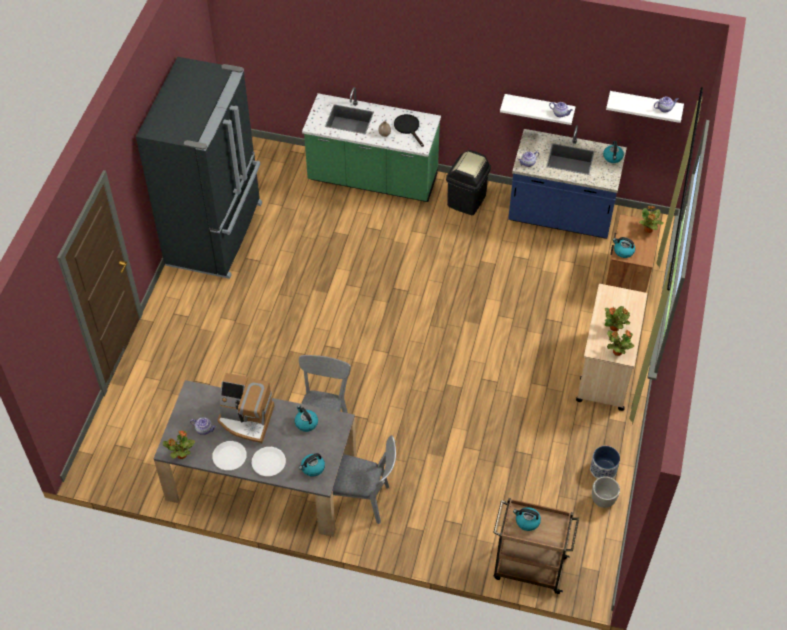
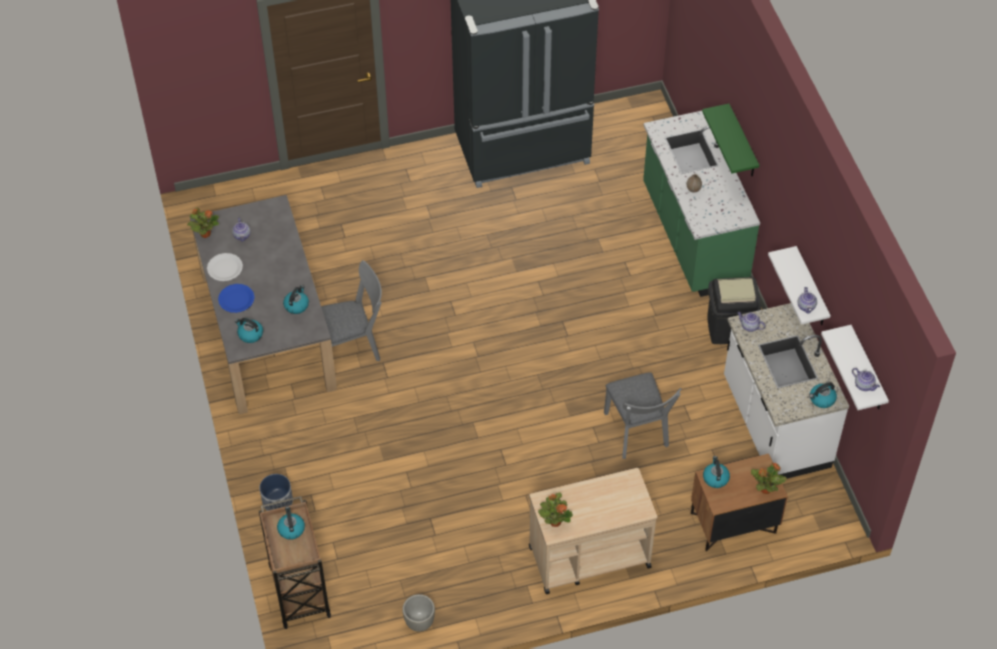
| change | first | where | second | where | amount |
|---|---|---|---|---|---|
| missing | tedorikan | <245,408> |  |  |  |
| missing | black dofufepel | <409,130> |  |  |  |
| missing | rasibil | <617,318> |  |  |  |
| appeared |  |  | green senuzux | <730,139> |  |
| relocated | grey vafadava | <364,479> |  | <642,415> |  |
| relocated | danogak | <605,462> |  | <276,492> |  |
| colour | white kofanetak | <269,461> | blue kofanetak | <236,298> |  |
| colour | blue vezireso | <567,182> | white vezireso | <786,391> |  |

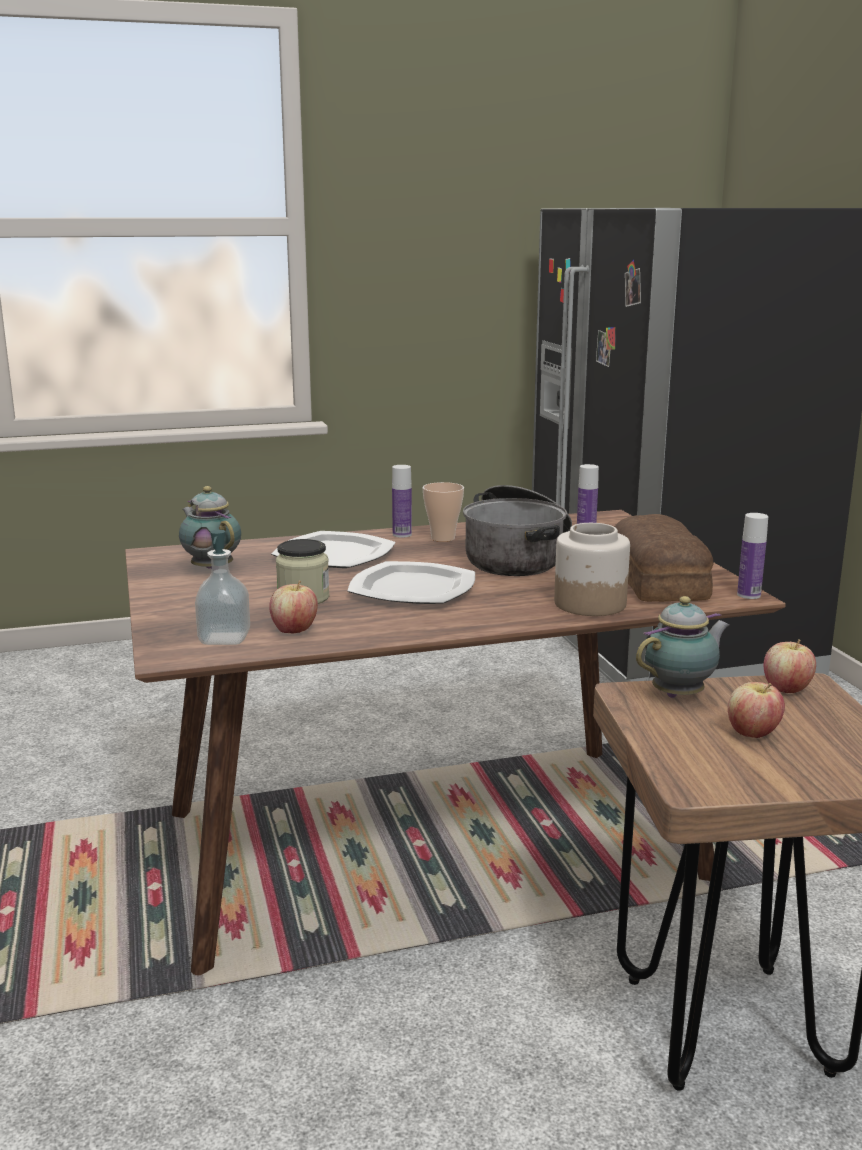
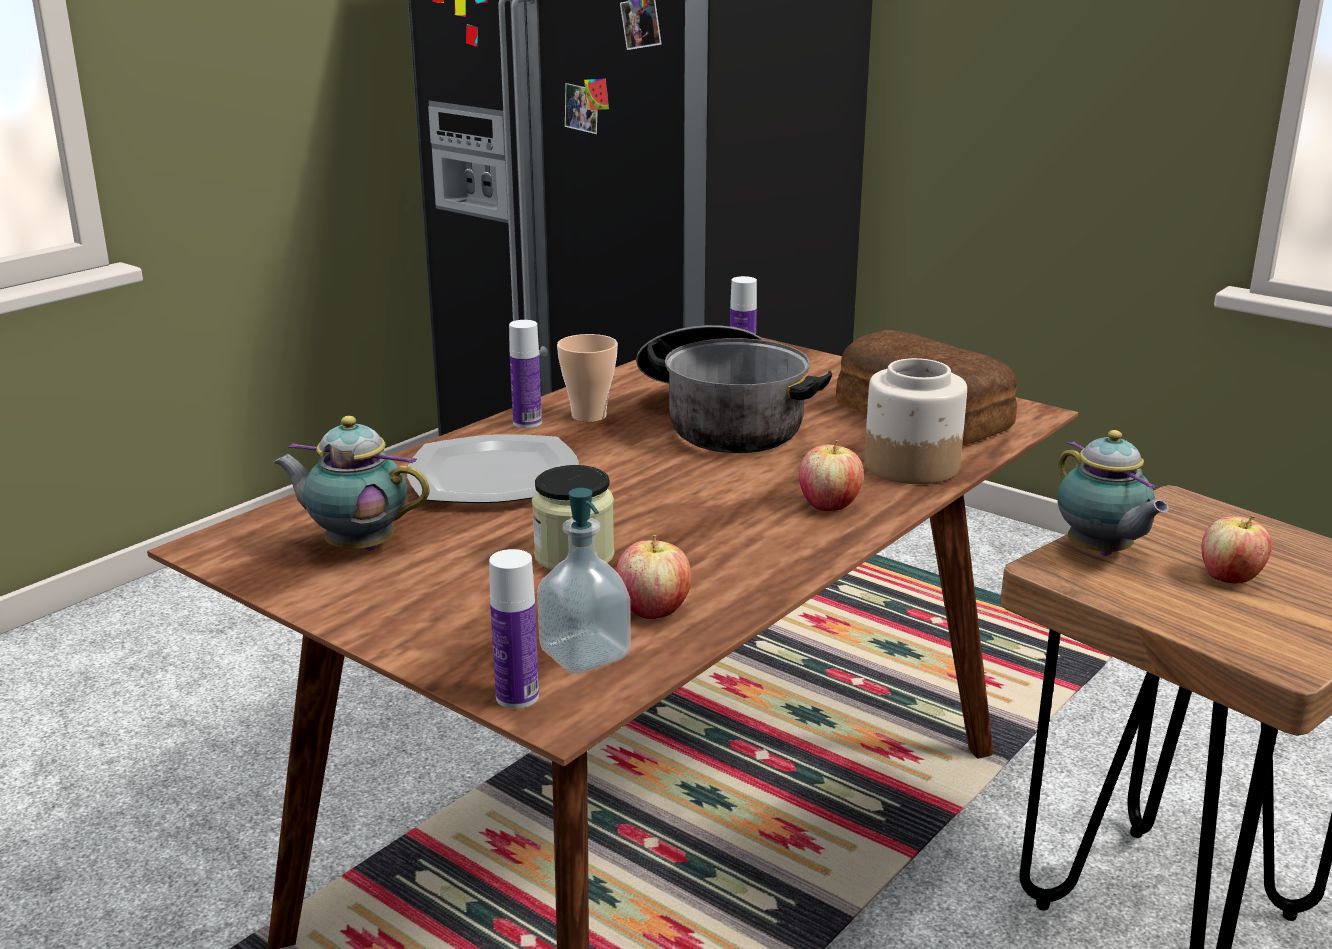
| change | first | where | second | where | amount |
|---|---|---|---|---|---|
| missing | kofanetak | <411,582> |  |  |  |
| relocated | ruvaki | <752,556> |  | <514,629> |  |
| relocated | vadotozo | <790,666> |  | <831,475> |  |
| spun | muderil | <682,647> |  | <1113,493> | 135 degrees clockwise |

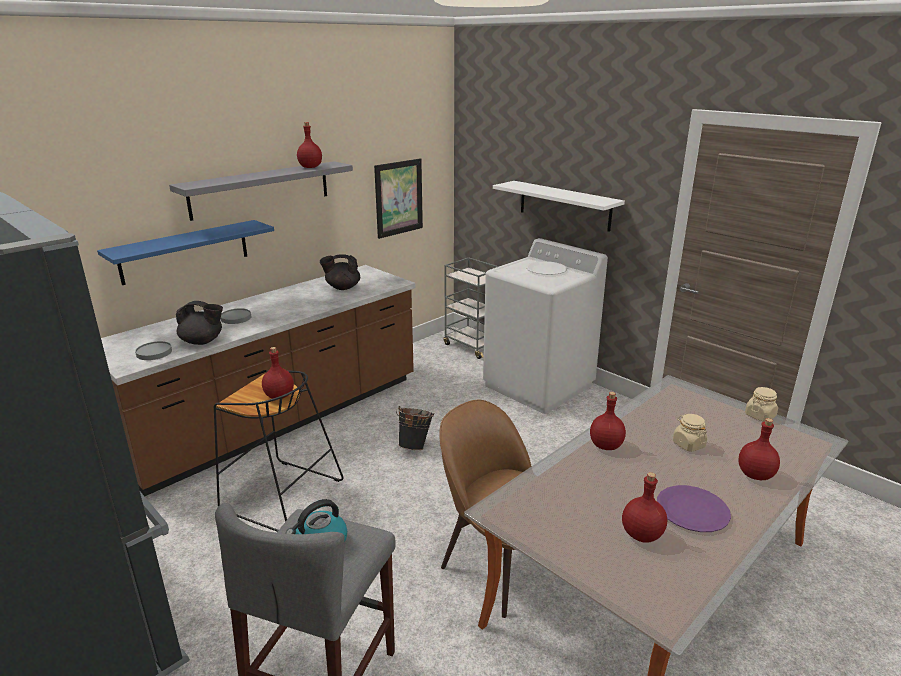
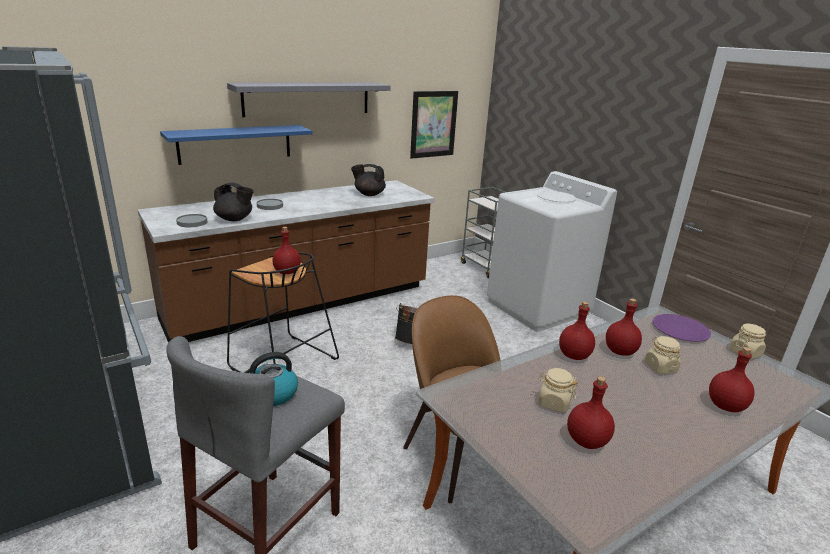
| change | first | where | second | where | amount |
|---|---|---|---|---|---|
| missing | white senuzux | <559,206> |  |  |  |
| appeared |  |  | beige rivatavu | <557,390> |  |
| relocated | red ruvaki | <309,145> |  | <624,327> |  |
| relocated | purple kofanetak | <694,508> |  | <682,328> |  |

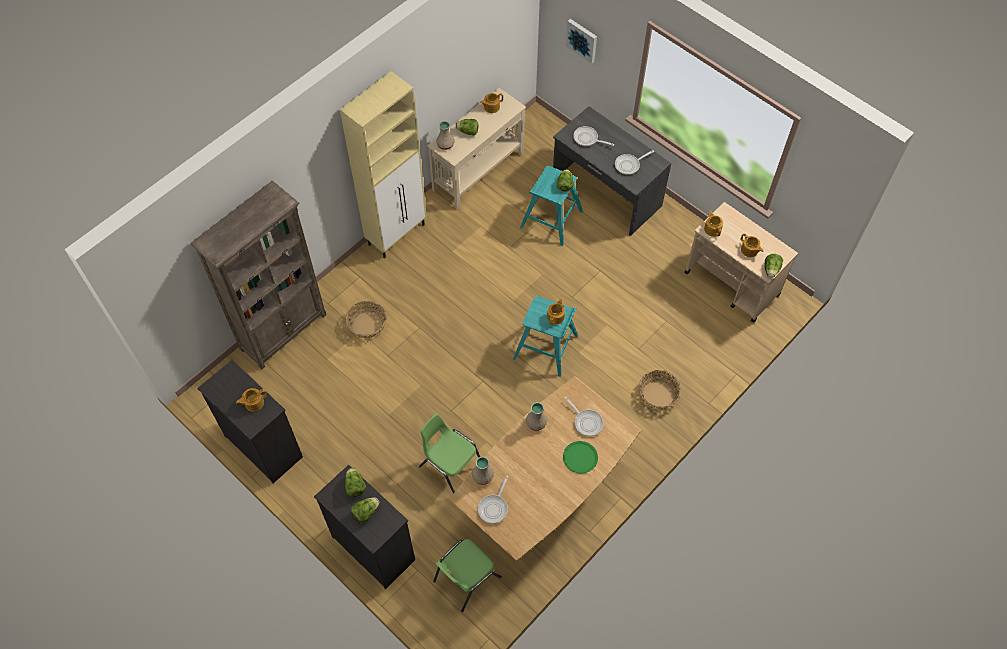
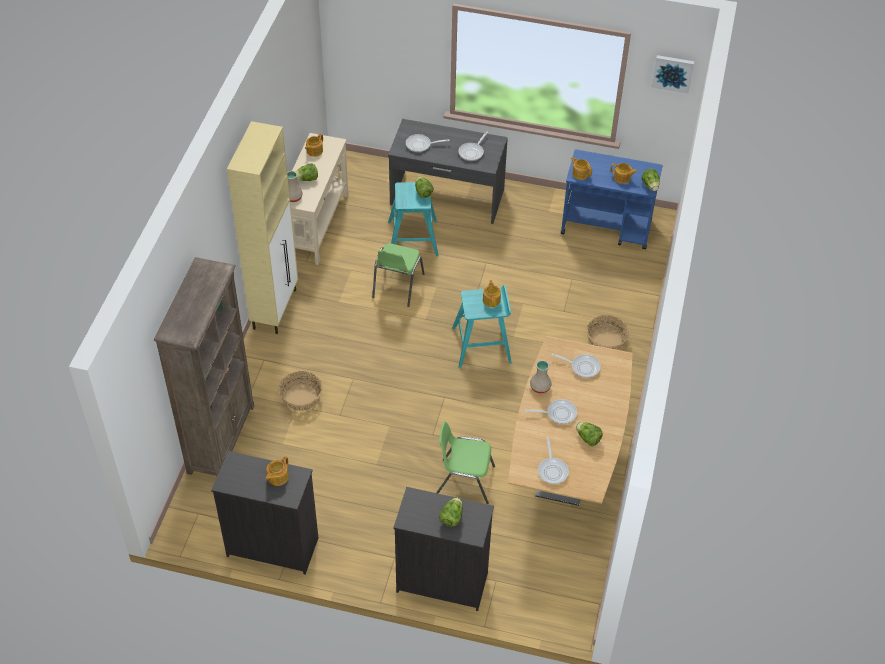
| change | first | where | second | where | amount |
|---|---|---|---|---|---|
| missing | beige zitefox | <483,471> |  |  |  |
| missing | green kofanetak | <580,457> |  |  |  |
| appeared |  |  | dofufepel | <551,411> |  |
| relocated | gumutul | <355,482> |  | <589,434> |  |
| relocated | green vafadava | <467,575> |  | <398,275> |  |
| relocated | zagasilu | <581,41> |  | <673,74> |  |
| colour | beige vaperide | <741,262> | blue vaperide | <612,199> |  |

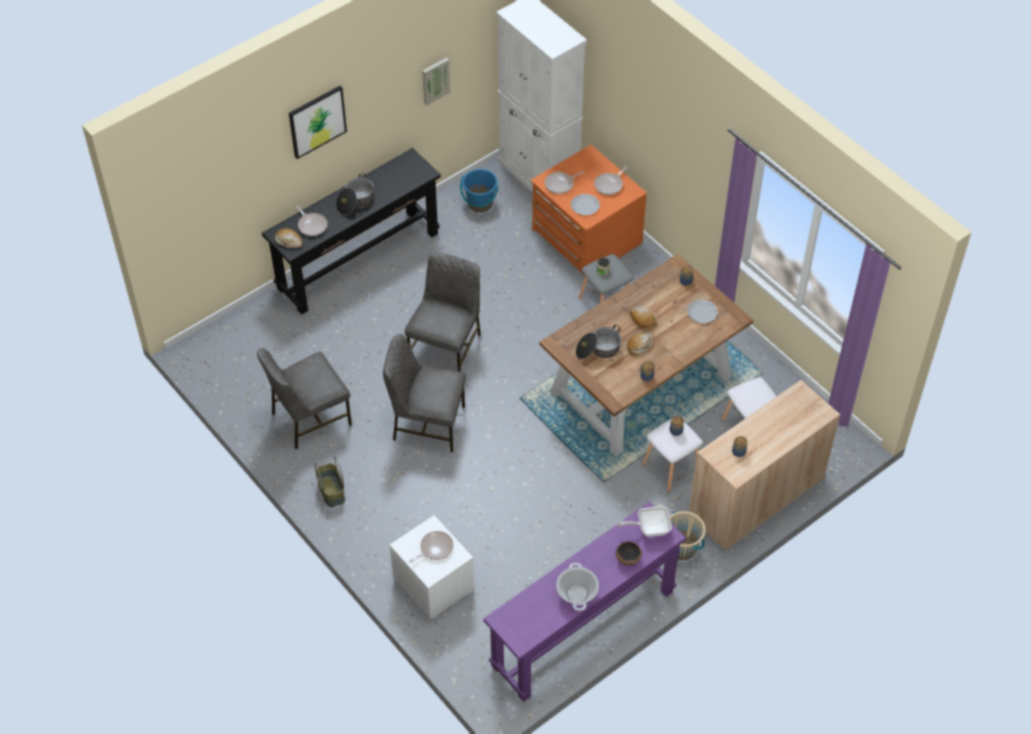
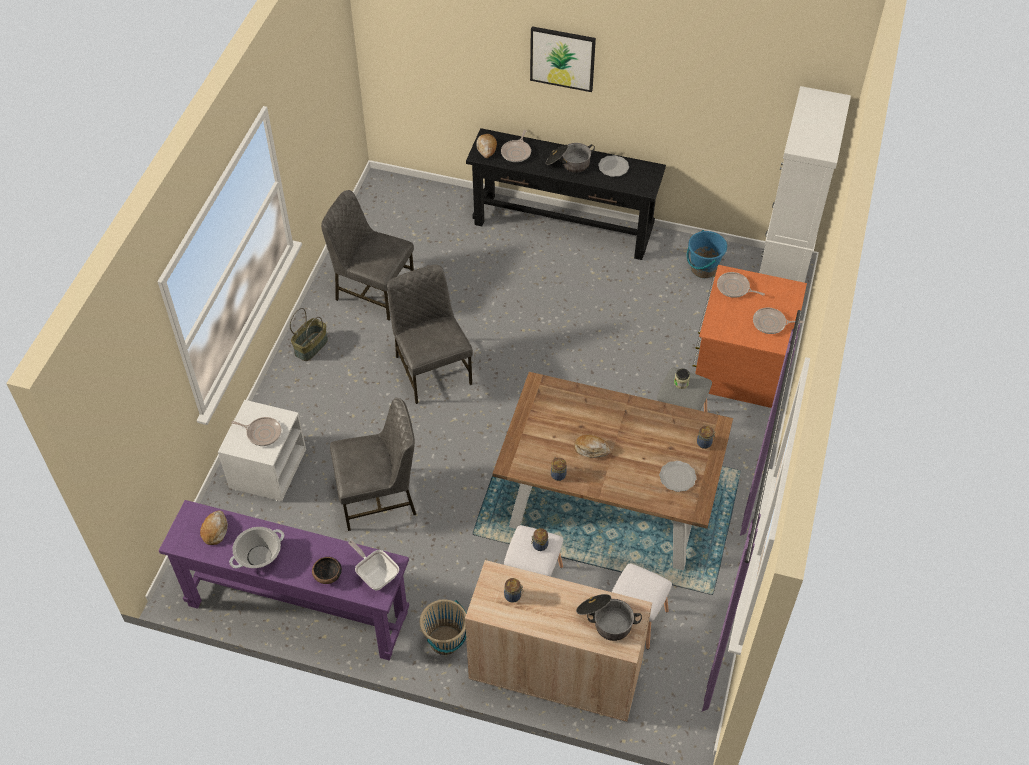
| change | first | where | second | where | amount |
|---|---|---|---|---|---|
| missing | zagasilu | <436,81> |  |  |  |
| relocated | grey vafadava | <443,312> |  | <373,464> |  |
| relocated | kofanetak | <585,204> |  | <613,166> |  |
| relocated | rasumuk | <598,342> |  | <609,617> |  |
| relocated | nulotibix | <643,317> |  | <214,527> |  |

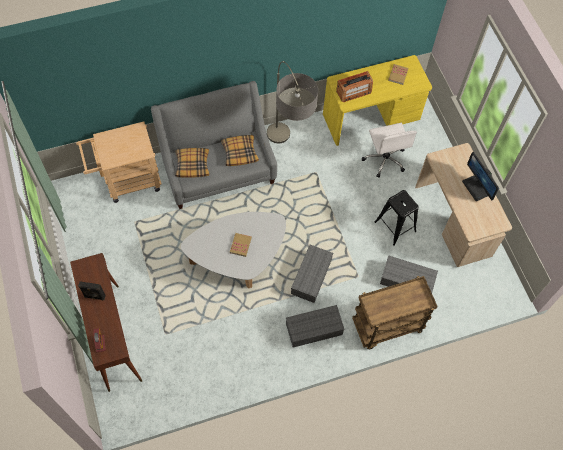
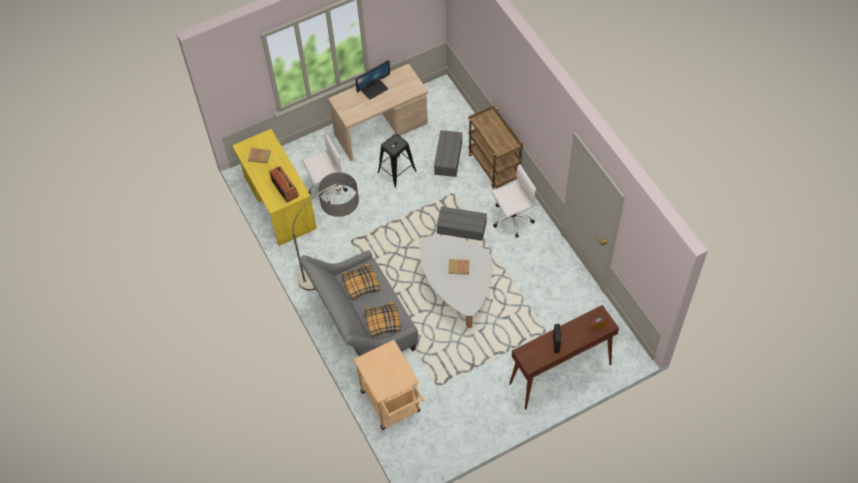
| change | first | where | second | where | amount |
|---|---|---|---|---|---|
| exchanged | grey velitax | <315,326> | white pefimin | <514,201> |  |

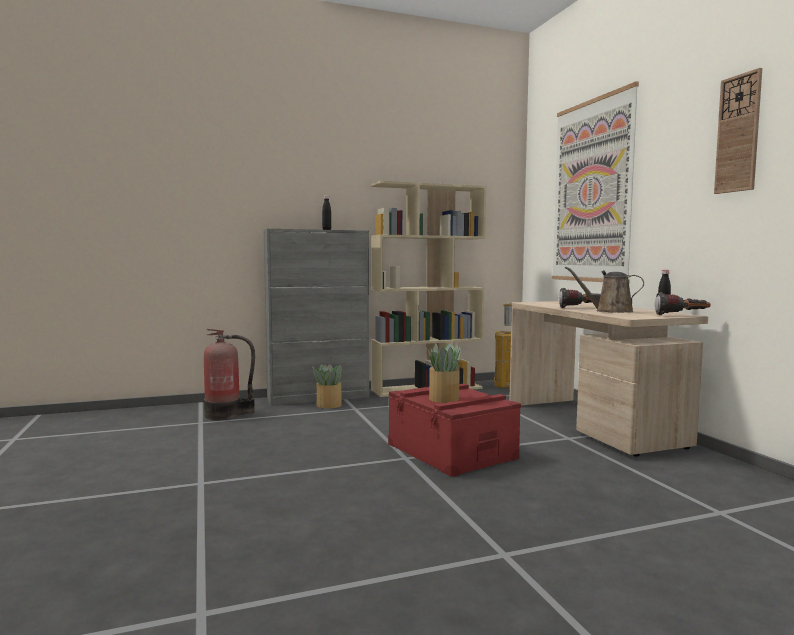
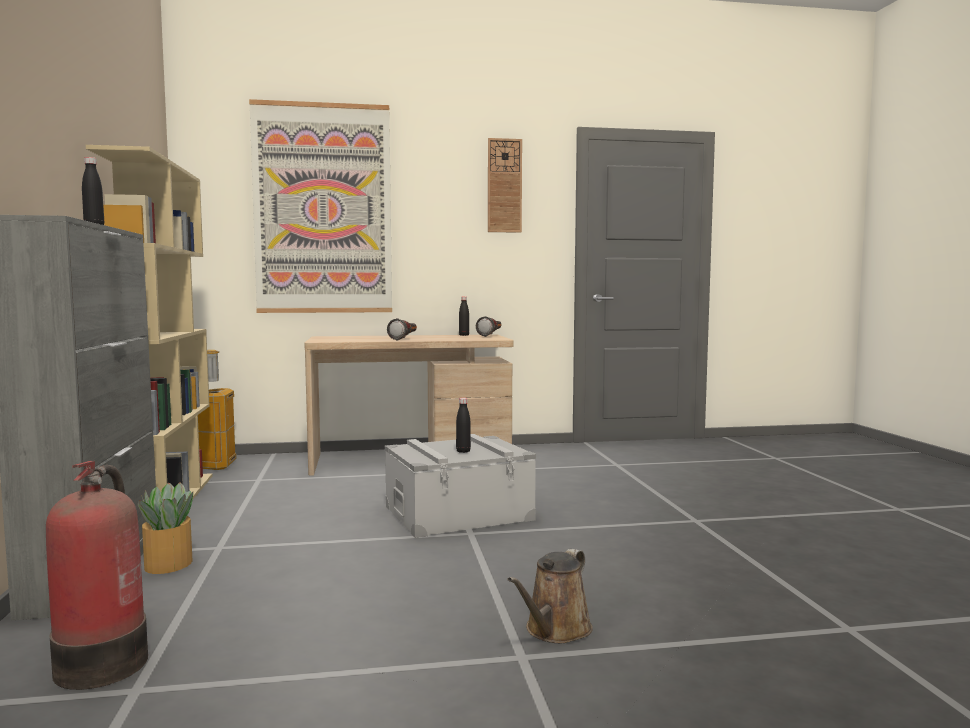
| change | first | where | second | where | amount |
|---|---|---|---|---|---|
| relocated | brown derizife | <604,289> |  | <550,596> |  |
| exchanged | rasibil | <444,373> | black ruvaki | <463,425> |  |
| colour | red velitax | <454,430> | grey velitax | <460,486> |  |

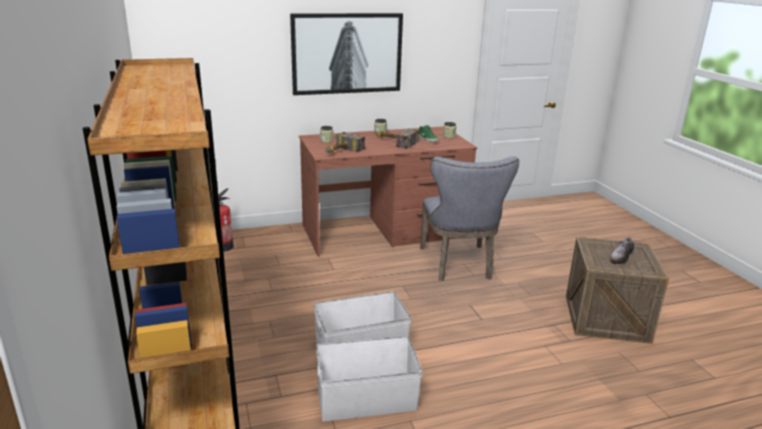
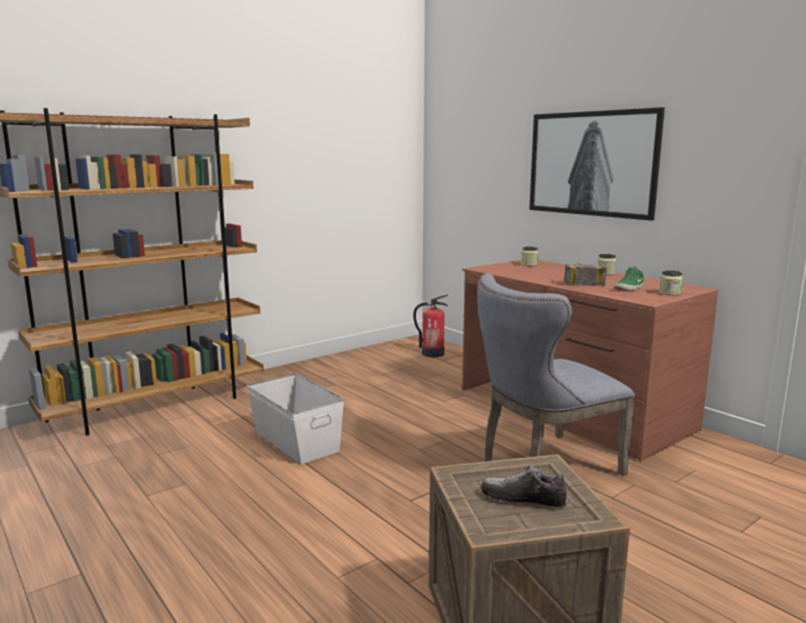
| change | first | where | second | where | amount |
|---|---|---|---|---|---|
| missing | white velitax | <369,378> |  |  |  |
| missing | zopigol | <345,142> |  |  |  |

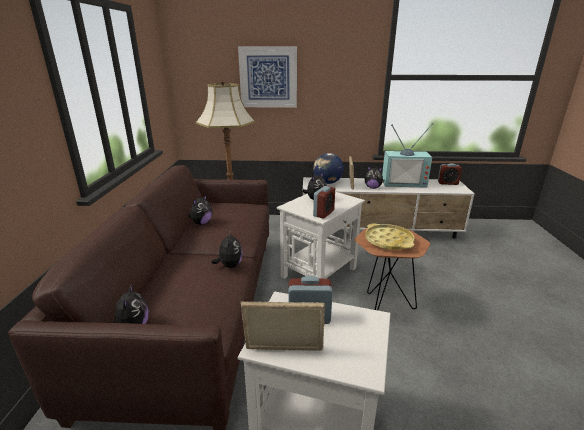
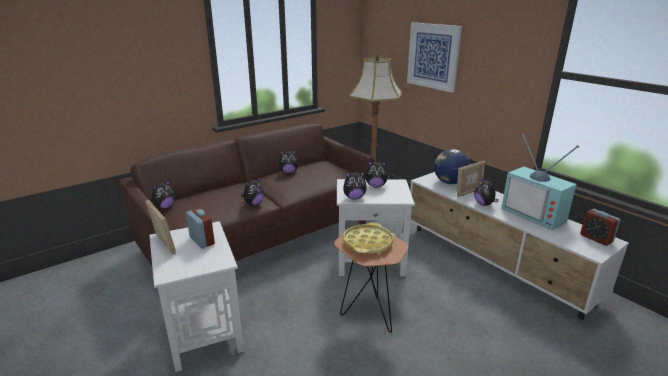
| change | first | where | second | where | amount |
|---|---|---|---|---|---|
| exchanged | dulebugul | <324,202> | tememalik | <355,185> |  |

